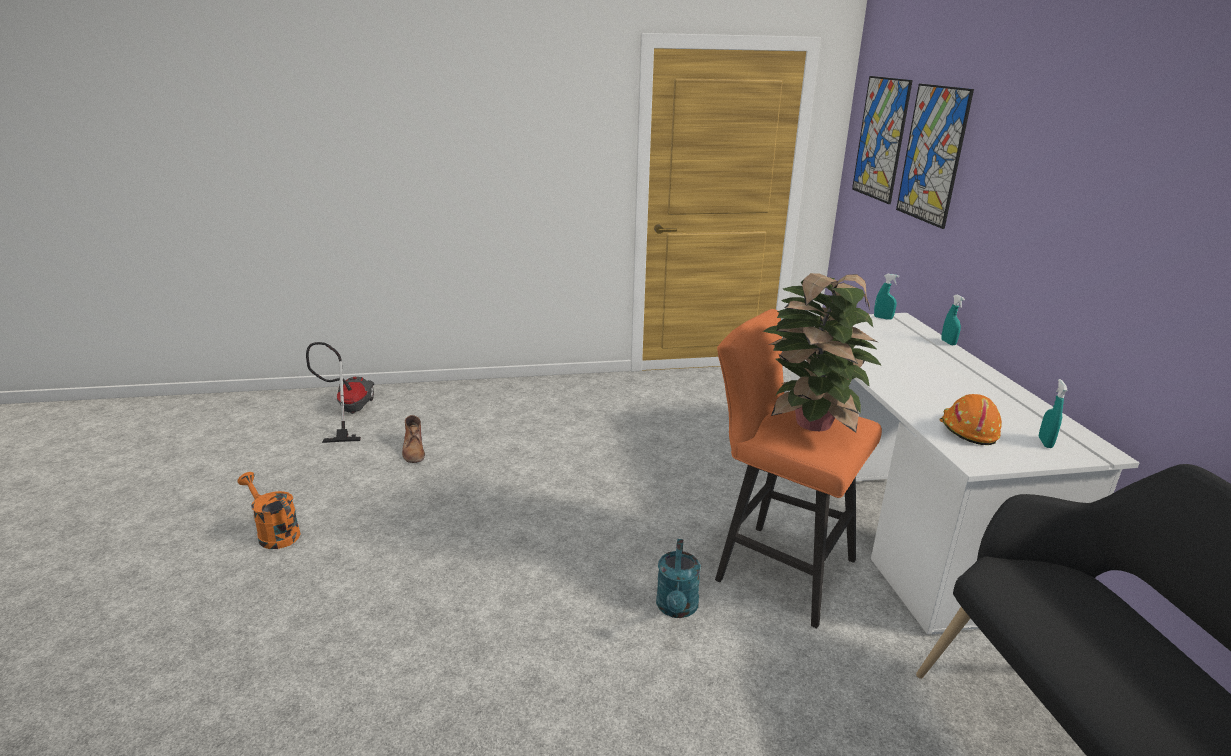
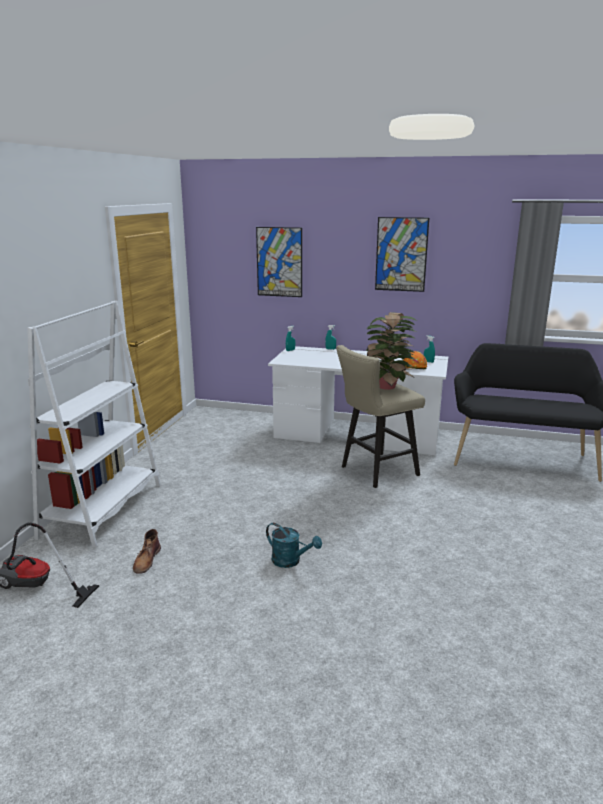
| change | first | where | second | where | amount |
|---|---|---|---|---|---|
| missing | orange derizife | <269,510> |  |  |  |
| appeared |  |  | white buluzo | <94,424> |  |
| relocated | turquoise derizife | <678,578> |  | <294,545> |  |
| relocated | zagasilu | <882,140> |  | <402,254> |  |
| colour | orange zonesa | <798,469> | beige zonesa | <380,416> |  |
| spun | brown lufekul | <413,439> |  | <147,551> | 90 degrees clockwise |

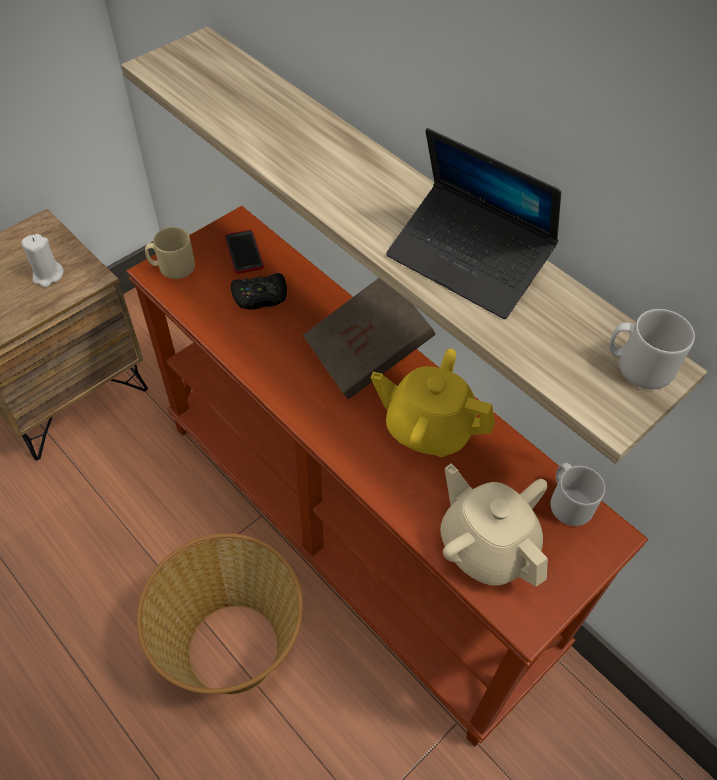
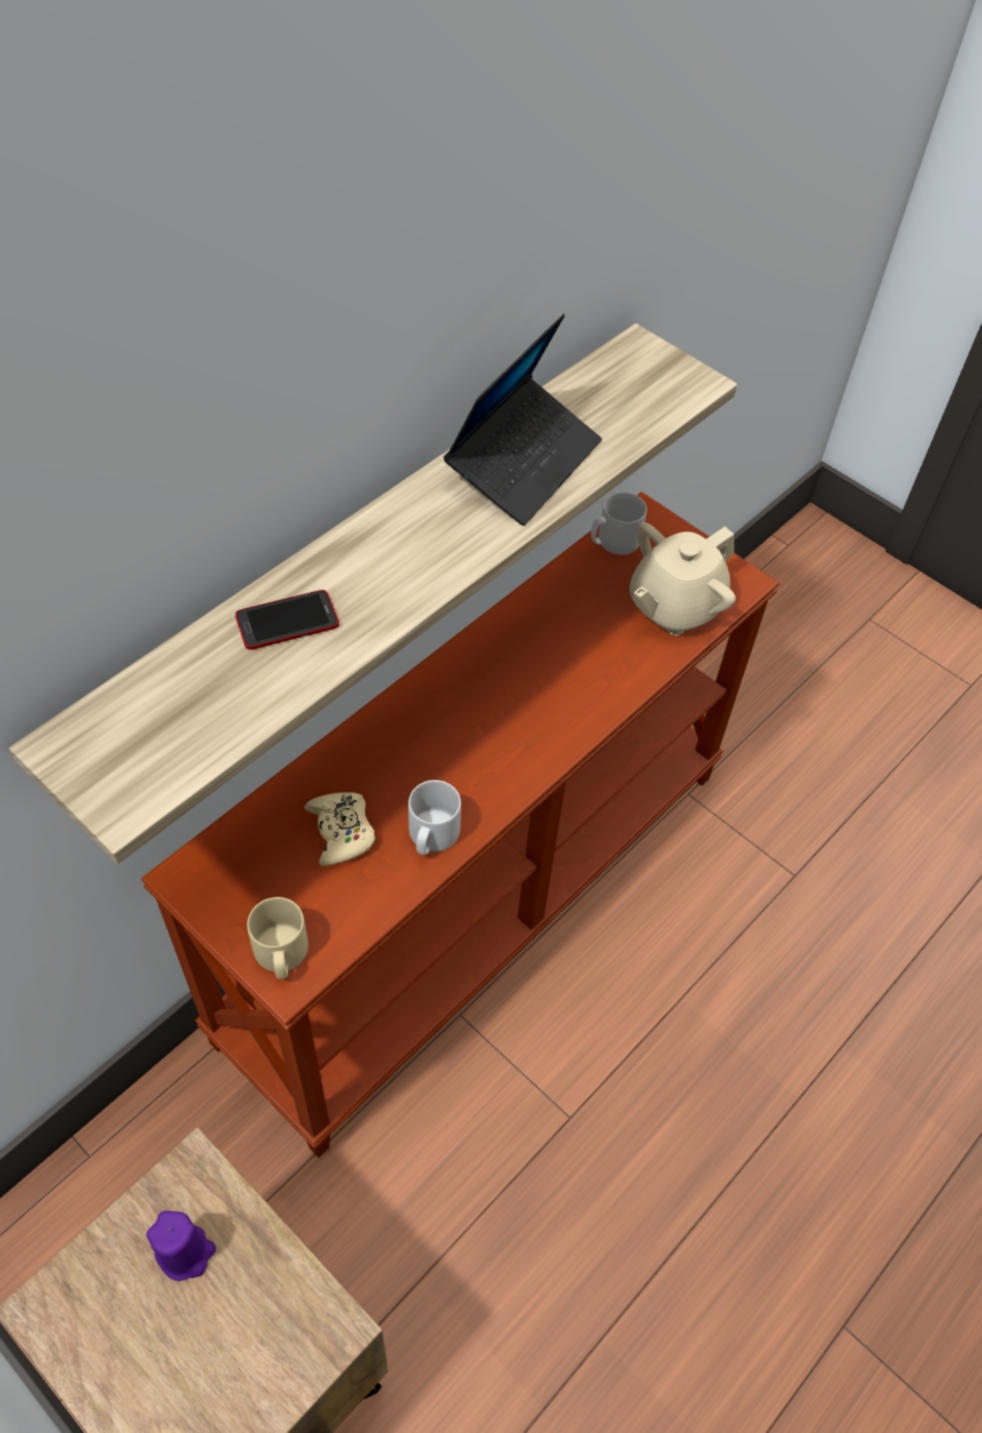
| change | first | where | second | where | amount |
|---|---|---|---|---|---|
| missing | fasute | <219,613> |  |  |  |
| missing | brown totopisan | <369,338> |  |  |  |
| missing | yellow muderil | <433,403> |  |  |  |
| relocated | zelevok | <244,252> |  | <287,620> |  |
| relocated | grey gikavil | <652,349> |  | <434,817> |  |
| colour | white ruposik | <42,261> | purple ruposik | <181,1246> |  |
| colour | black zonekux | <259,291> | beige zonekux | <339,829> |  |

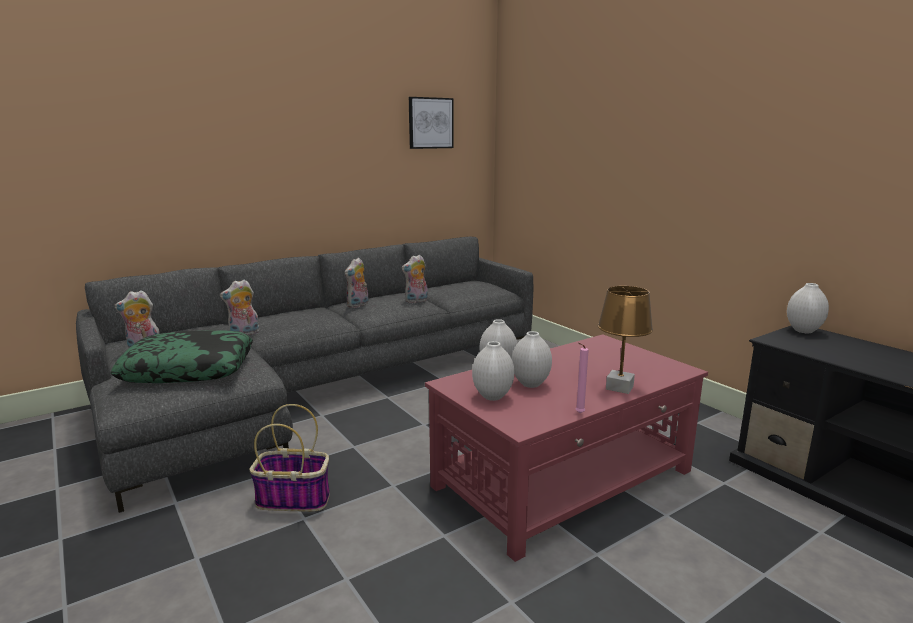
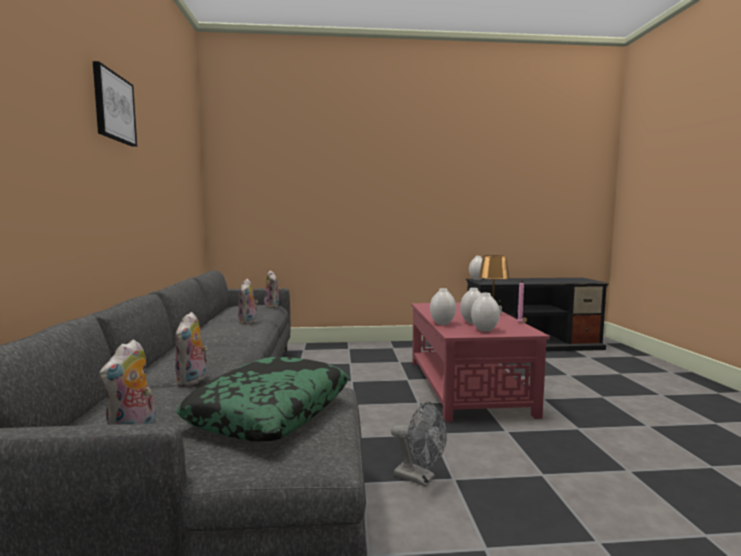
| change | first | where | second | where | amount |
|---|---|---|---|---|---|
| relocated | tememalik | <357,282> |  | <272,289> |  |
| relocated | zagasilu | <431,123> |  | <115,104> |  |
| exchanged | fasute | <289,458> | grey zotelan | <419,444> |  |

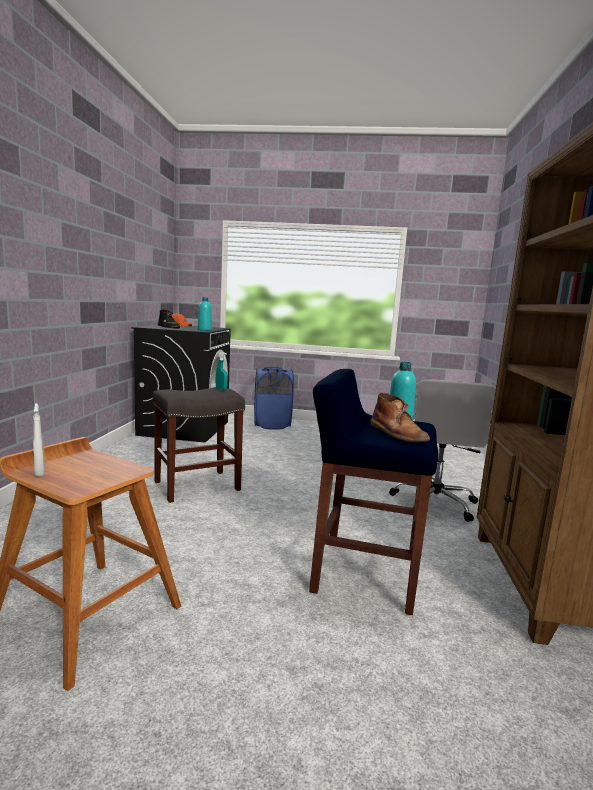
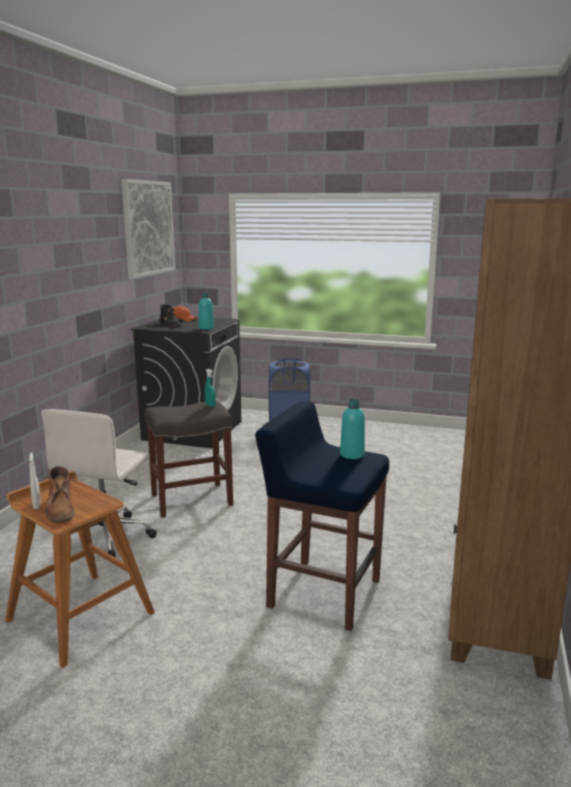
| change | first | where | second | where | amount |
|---|---|---|---|---|---|
| appeared |  |  | zagasilu | <148,229> |  |
| relocated | brown lufekul | <400,418> |  | <59,494> |  |
| relocated | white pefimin | <442,450> |  | <99,483> |  |

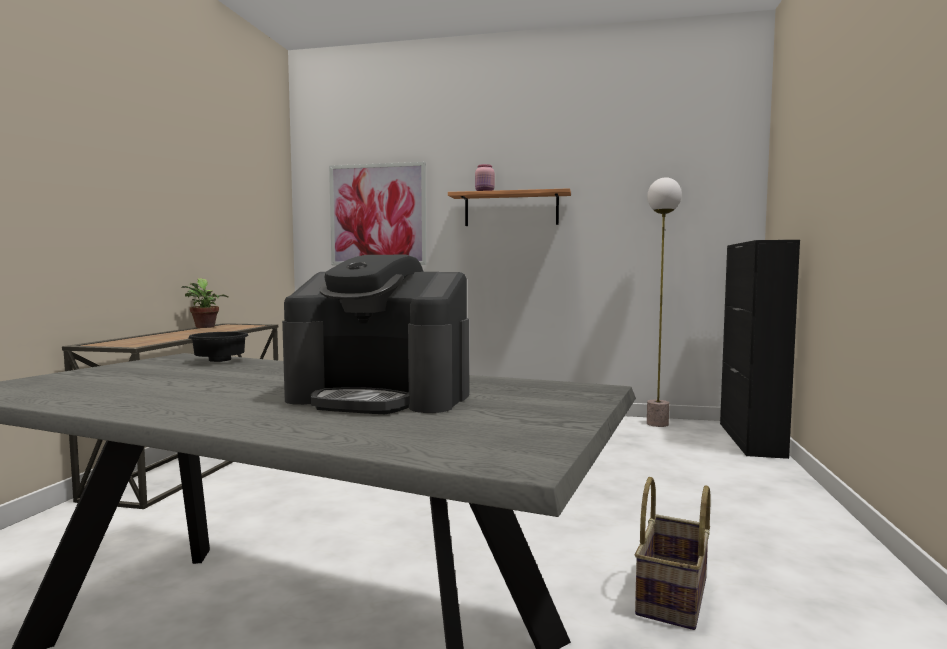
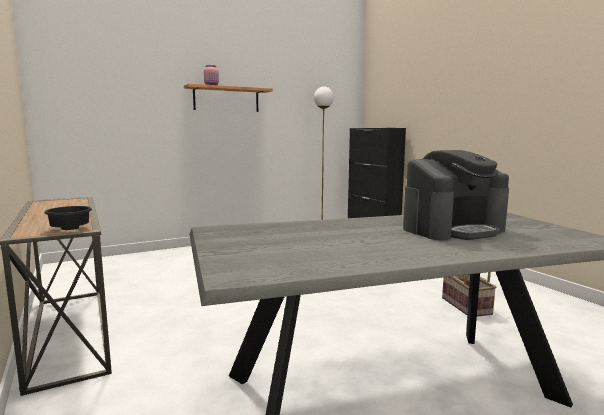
| change | first | where | second | where | amount |
|---|---|---|---|---|---|
| missing | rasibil | <205,303> |  |  |  |
| missing | zagasilu | <377,213> |  |  |  |
| relocated | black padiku | <218,347> |  | <68,218> |  |

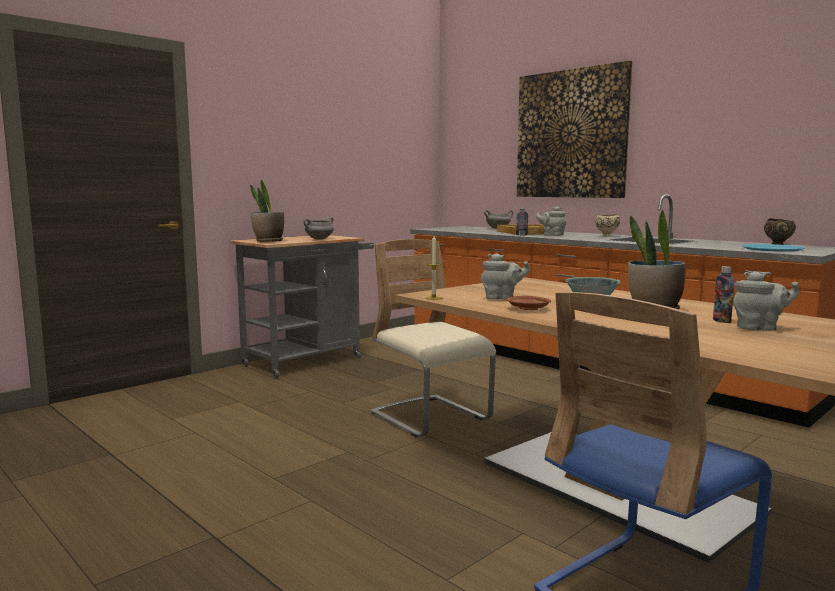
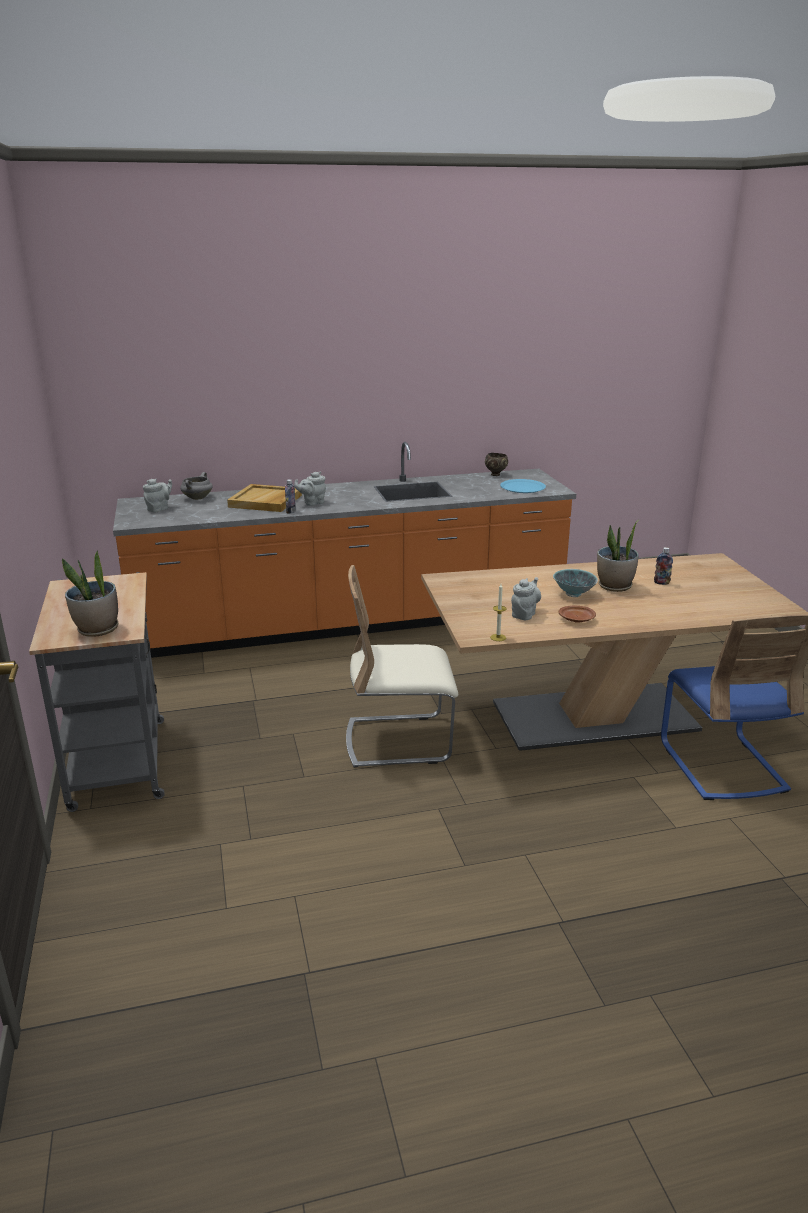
| change | first | where | second | where | amount |
|---|---|---|---|---|---|
| missing | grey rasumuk | <318,228> |  |  |  |
| missing | zagasilu | <574,129> |  |  |  |
| missing | beige padiku | <607,225> |  |  |  |
| relocated | grey muderil | <766,300> |  | <157,495> |  |

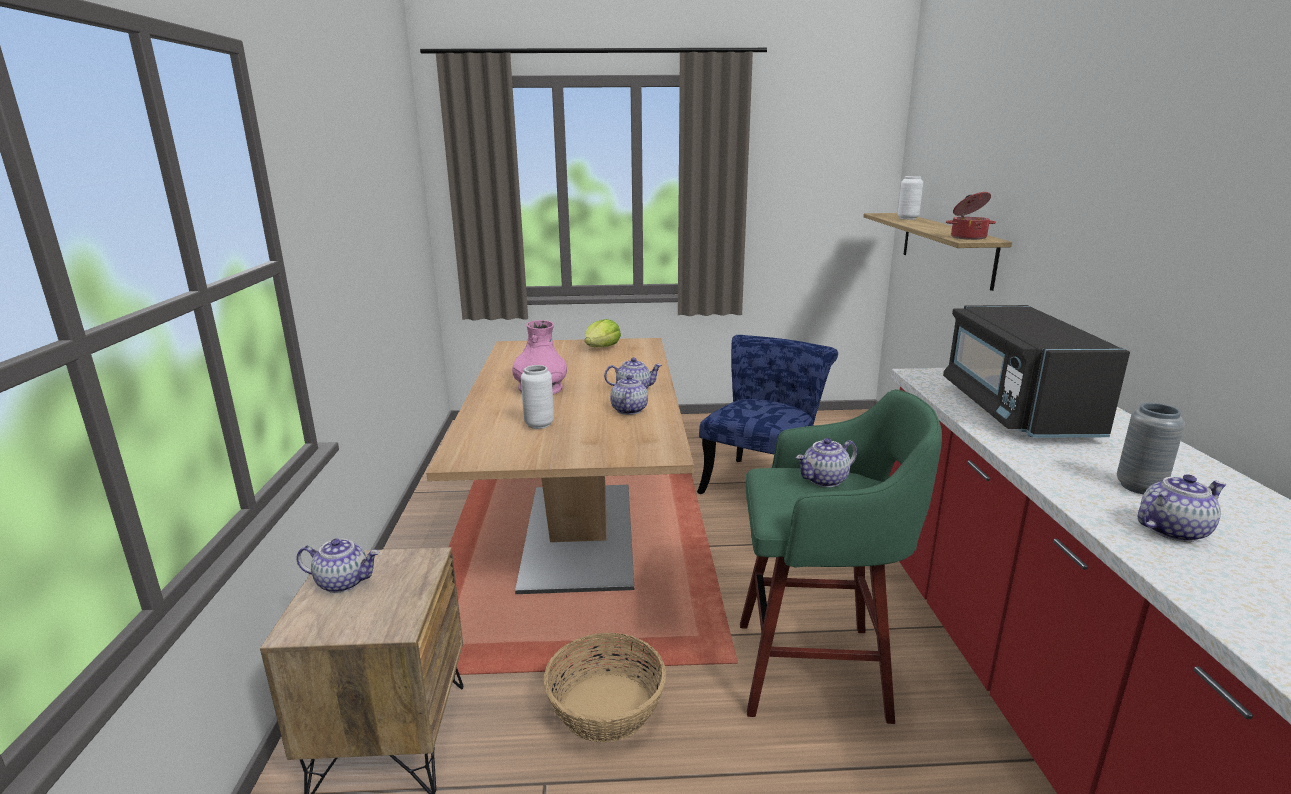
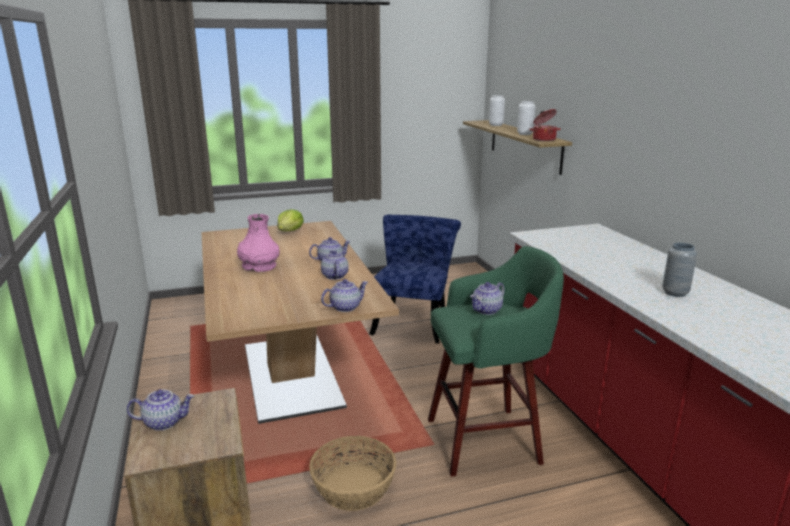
| change | first | where | second | where | amount |
|---|---|---|---|---|---|
| missing | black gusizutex | <1036,371> |  |  |  |
| relocated | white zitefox | <537,397> |  | <526,118> |  |
| relocated | muderil | <1182,508> |  | <344,295> |  |

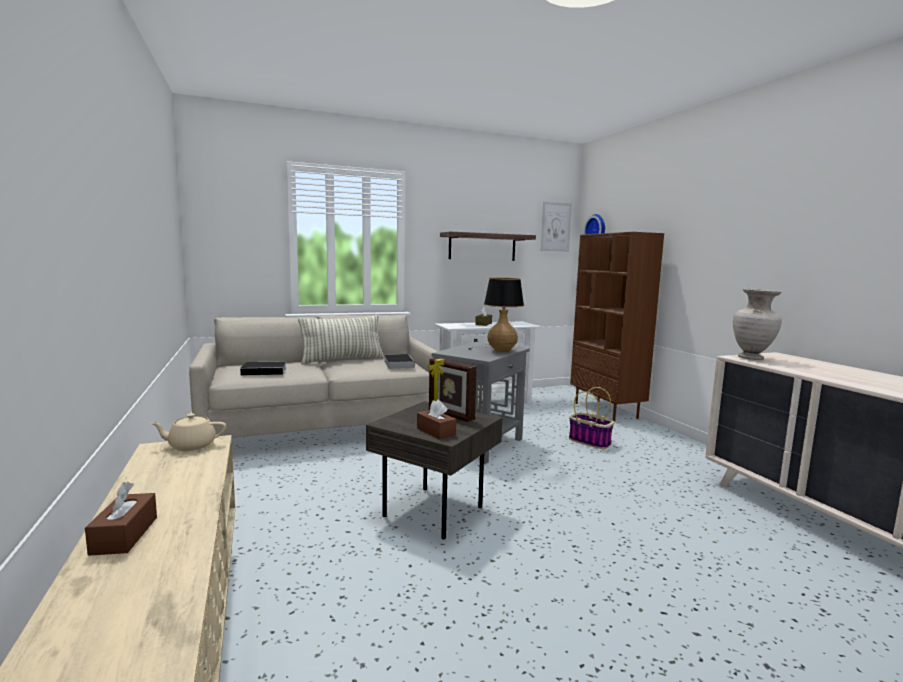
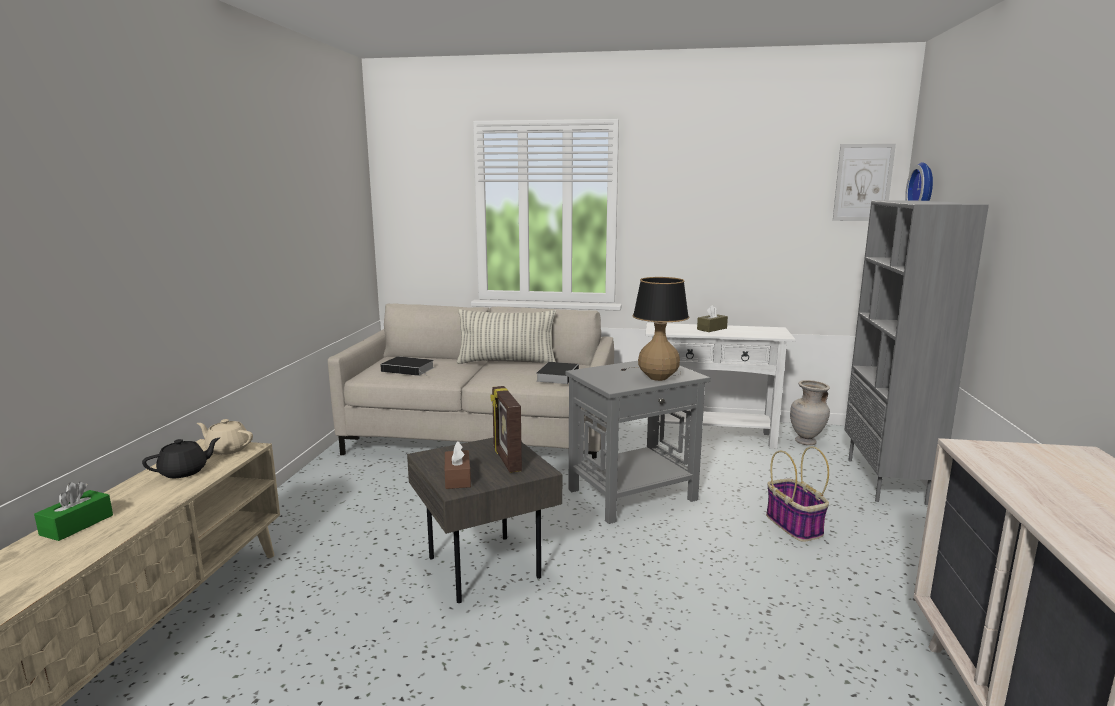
| change | first | where | second | where | amount |
|---|---|---|---|---|---|
| missing | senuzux | <488,246> |  |  |  |
| appeared |  |  | black muderil | <181,458> |  |
| relocated | beige zitefox | <757,324> |  | <810,412> |  |
| colour | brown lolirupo | <121,519> | green lolirupo | <73,511> |  |
| colour | brown buluzo | <617,327> | grey buluzo | <916,352> |  |

